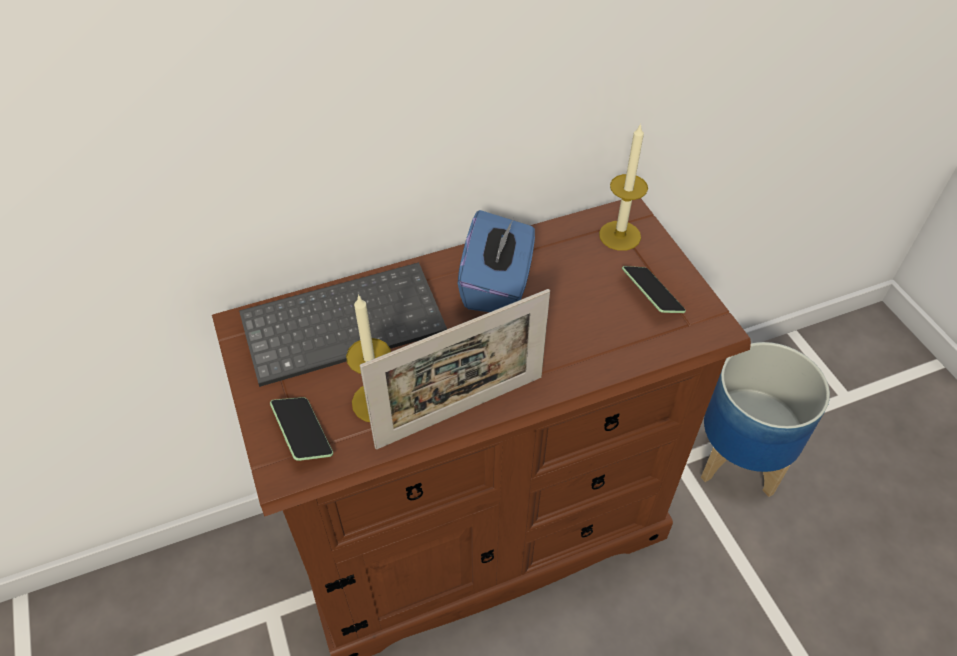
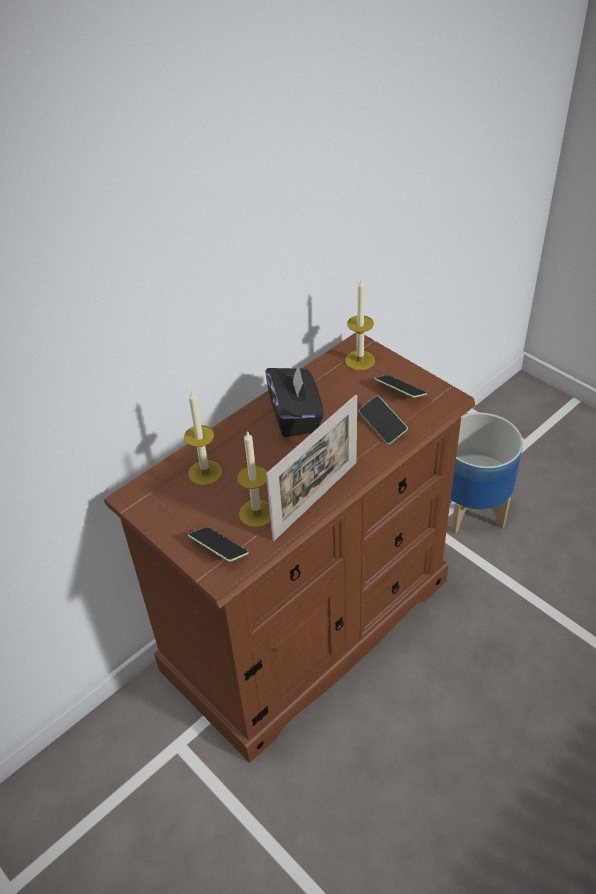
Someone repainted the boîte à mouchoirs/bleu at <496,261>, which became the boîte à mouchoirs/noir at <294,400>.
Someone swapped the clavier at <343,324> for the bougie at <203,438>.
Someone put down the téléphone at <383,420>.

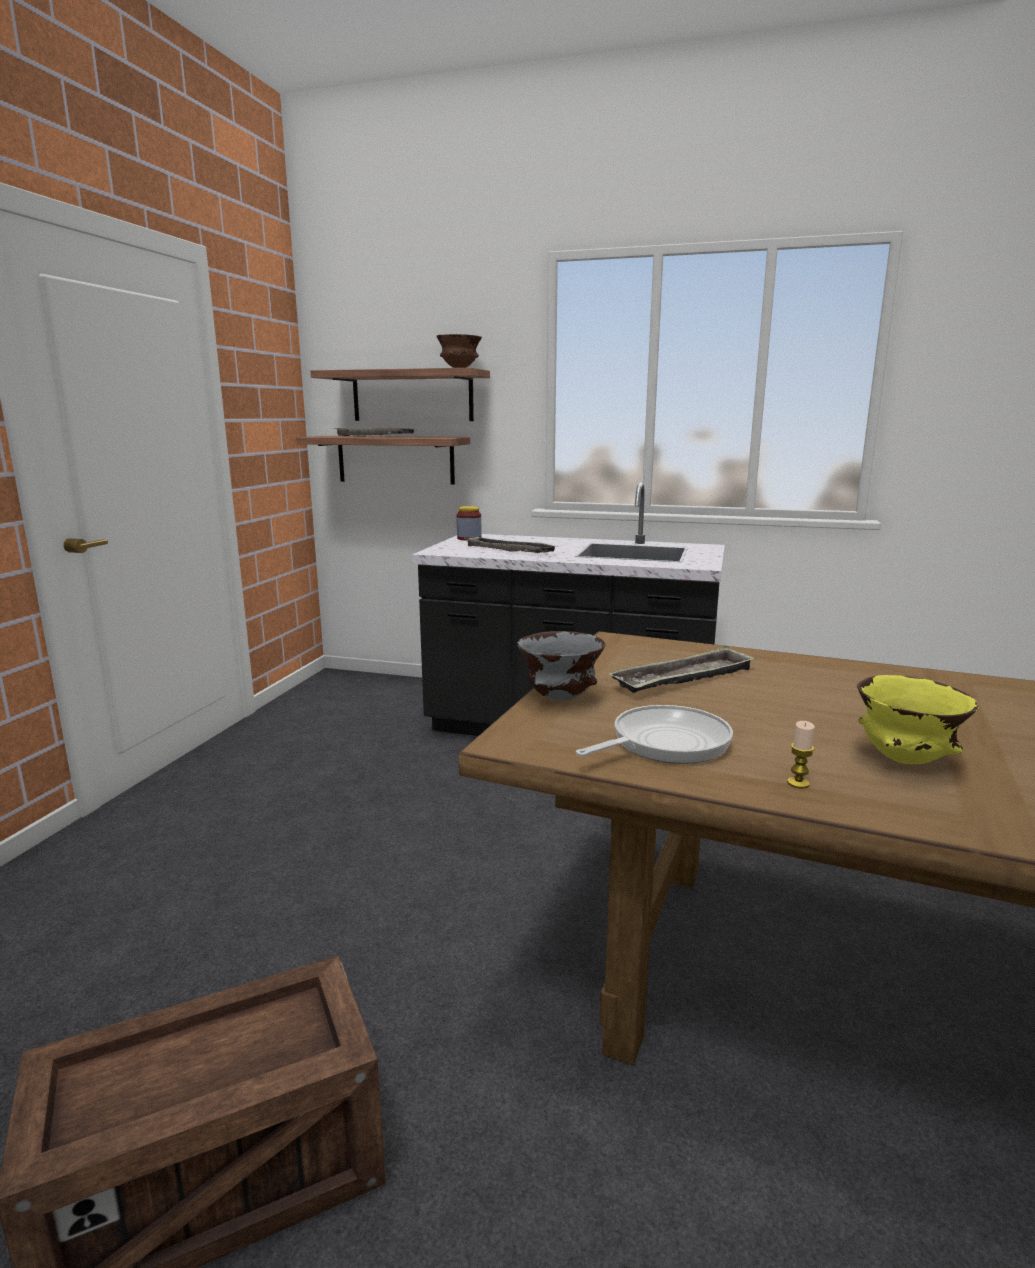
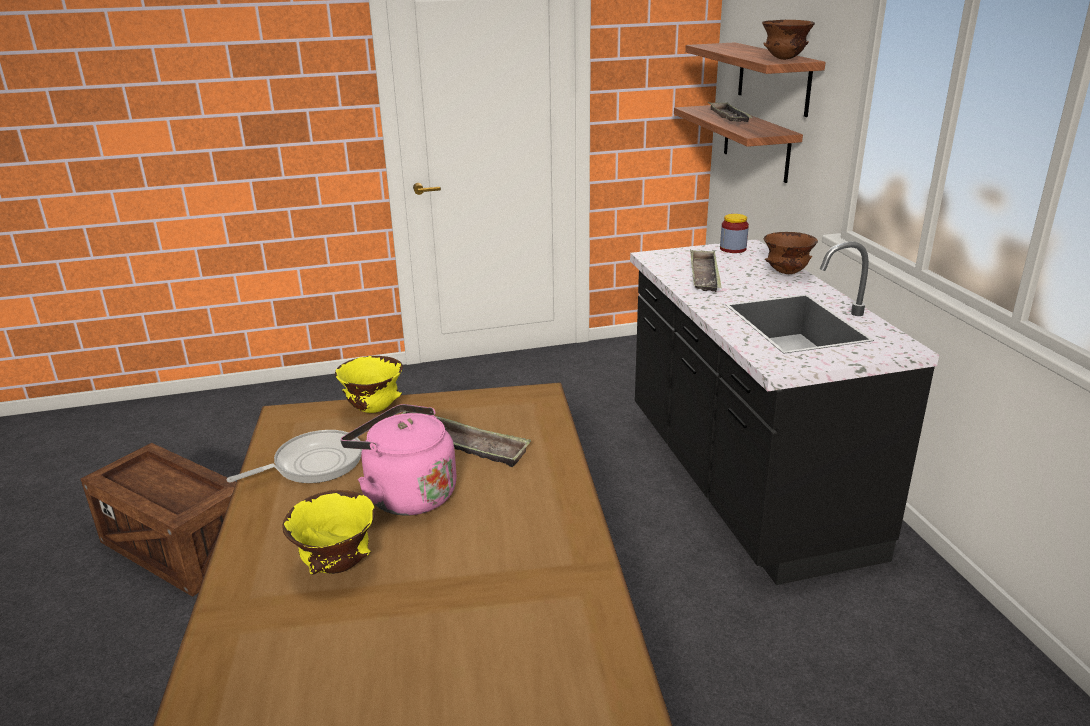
Someone repainted the bol/gris at <561,666>, which became the bol/jaune at <369,384>.
Someone rotated the poêle at <654,734> by 60 degrees counterclockwise.
Someone took away the bougie at <801,755>.
Someone put down the bol/marron at <791,253>.
Someone put down the bouilloire/rose at <399,459>.

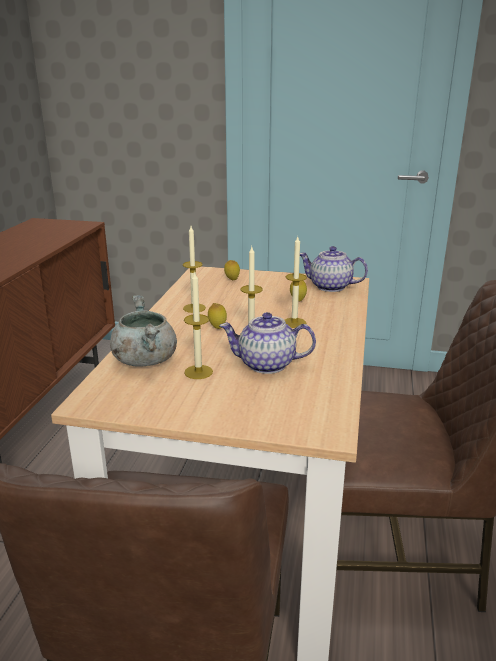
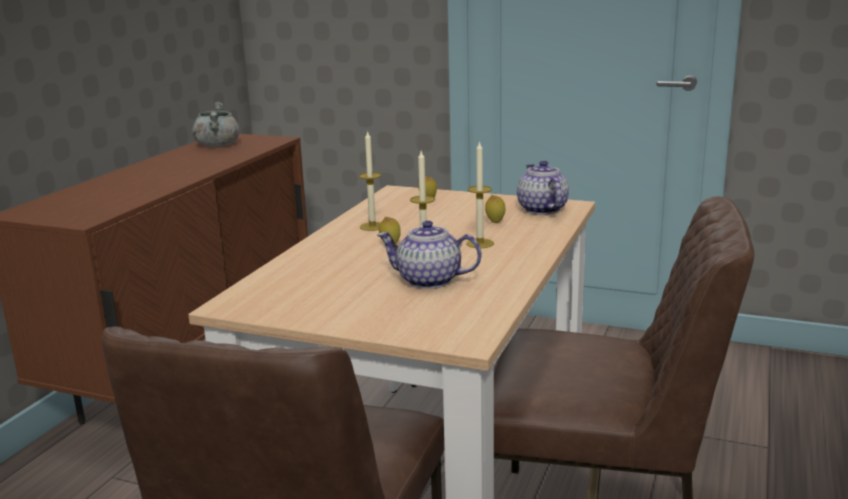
Someone rotated the théière at <334,269> by 45 degrees clockwise.
Someone took away the bougie at <198,325>.
Someone carried the marmite/gris from <143,331> to <216,124>.

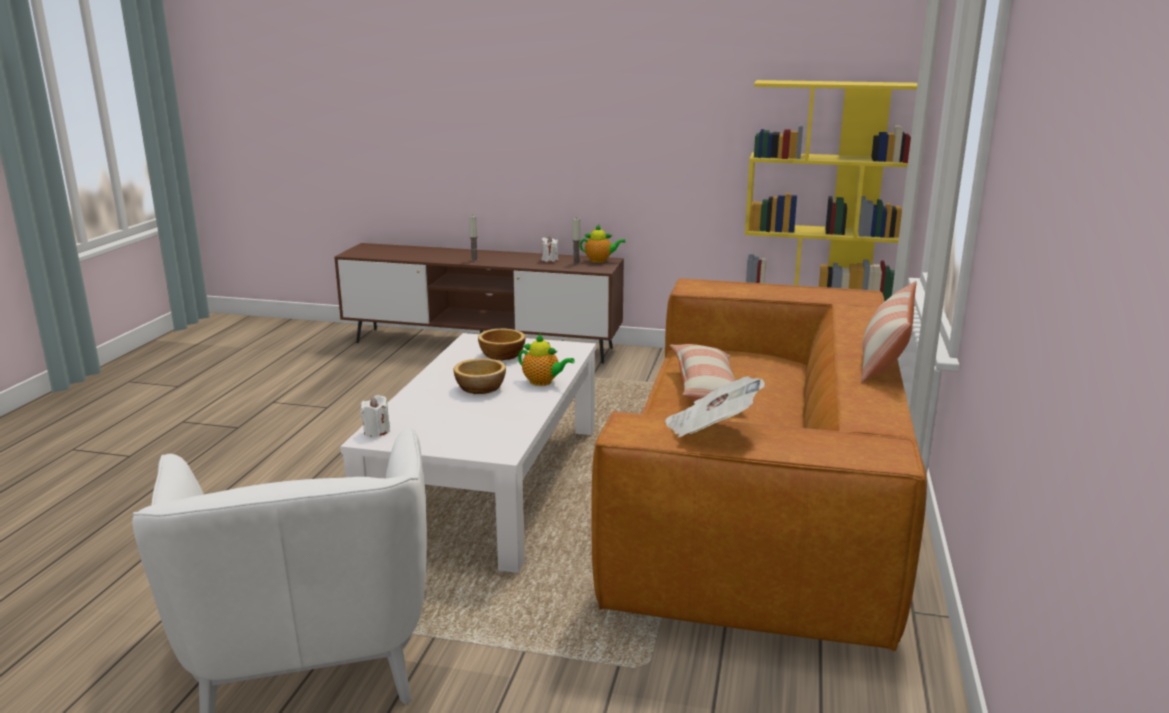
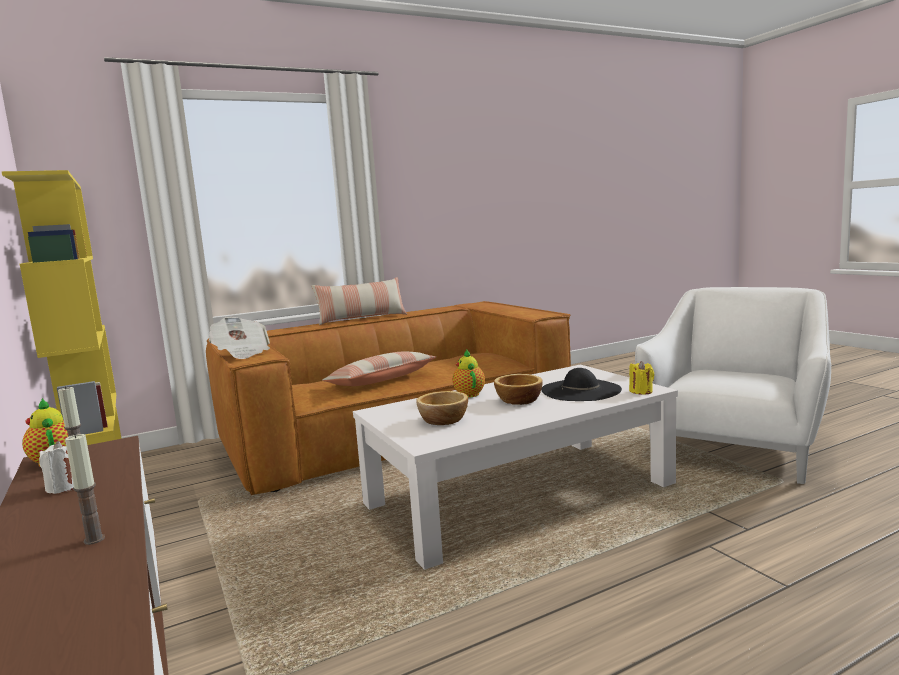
Someone carried the journal from <715,407> to <239,338>.
Someone repainted the bougie/blanc at <375,416>, which became the bougie/jaune at <641,378>.
Someone put down the chapeau/noir at <581,384>.

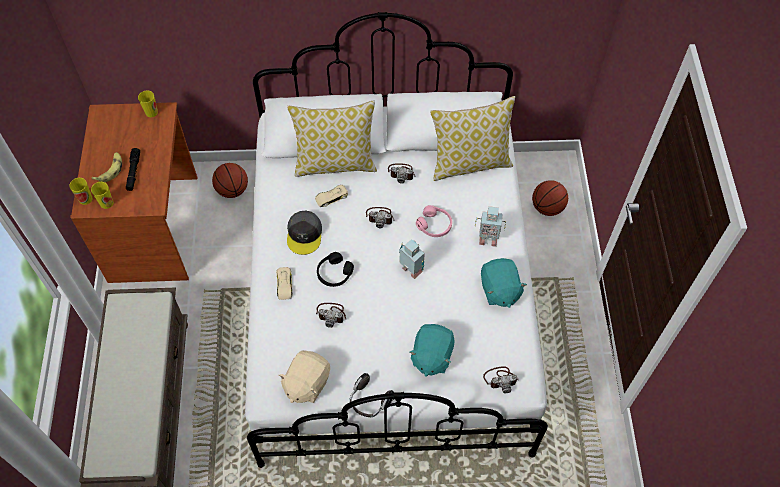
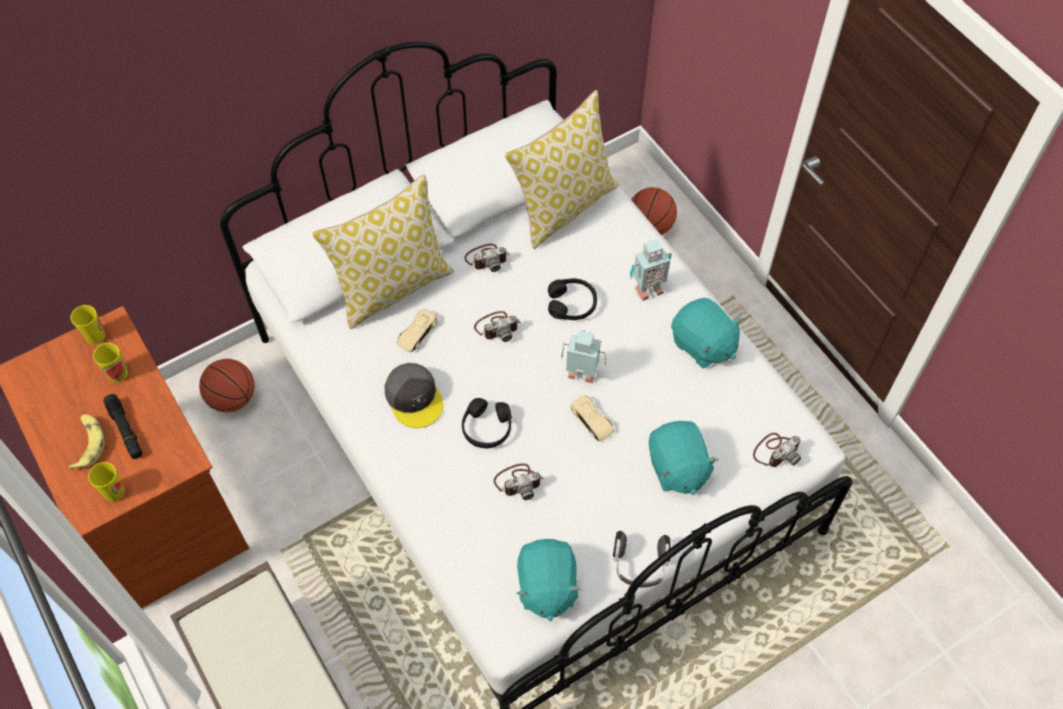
Someone carried the tasse from <80,191> to <110,363>.
Someone repainted the casque audio/rose at <434,221>, which became the casque audio/noir at <572,299>.
Someone carried the petite voiture/beige from <284,283> to <592,418>.
Someone repainted the peluche/beige at <304,376>, which became the peluche/turquoise at <549,580>.

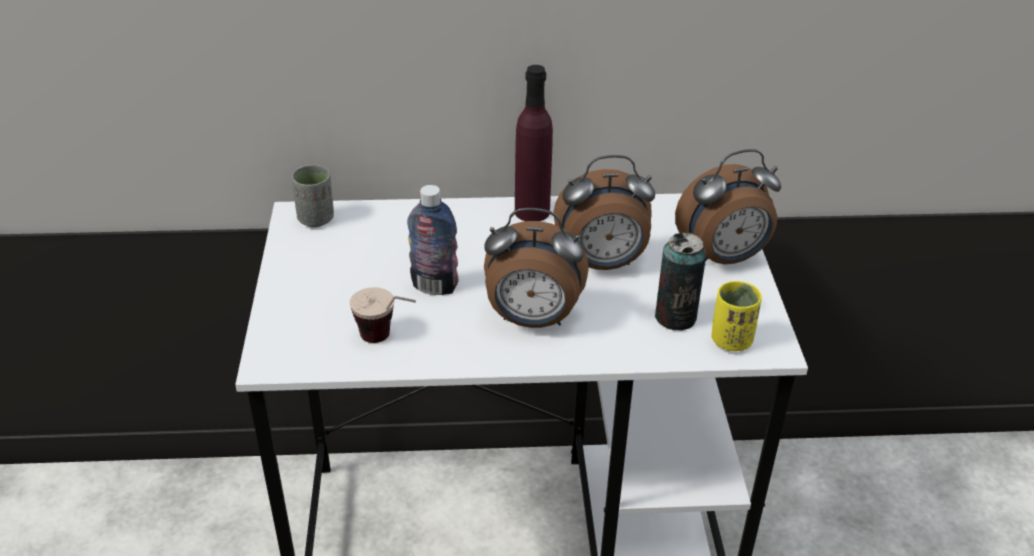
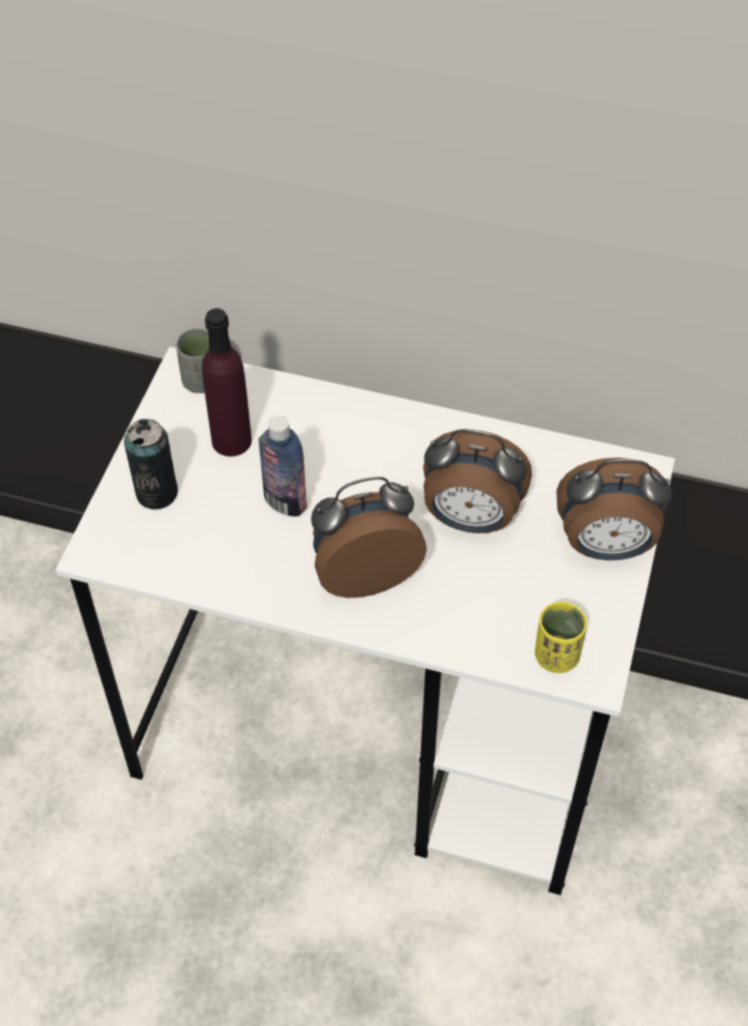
Someone carried the bouteille/violet from <534,143> to <227,382>.
Someone rotated the réveil at <536,268> by 135 degrees clockwise.
Someone carried the boîte métallique from <680,281> to <151,464>.
Someone took away the tasse at <383,315>.

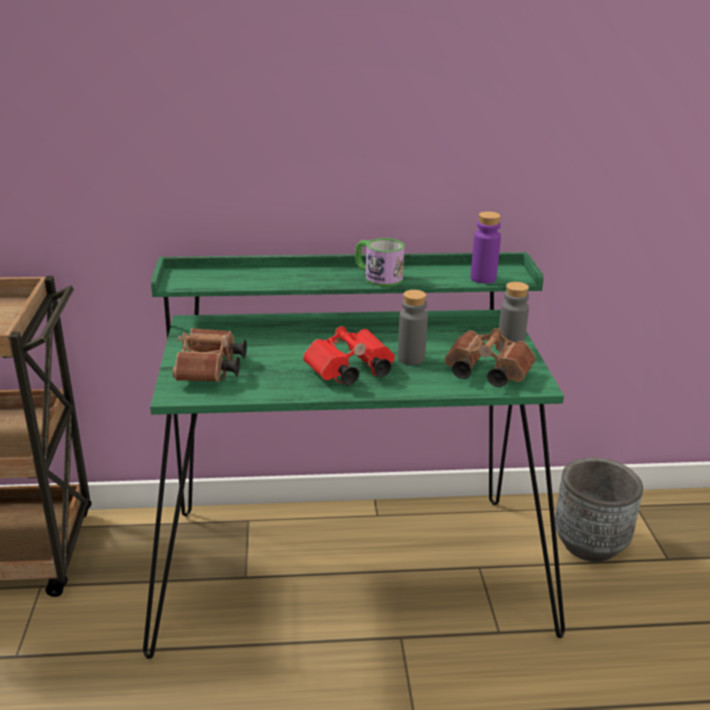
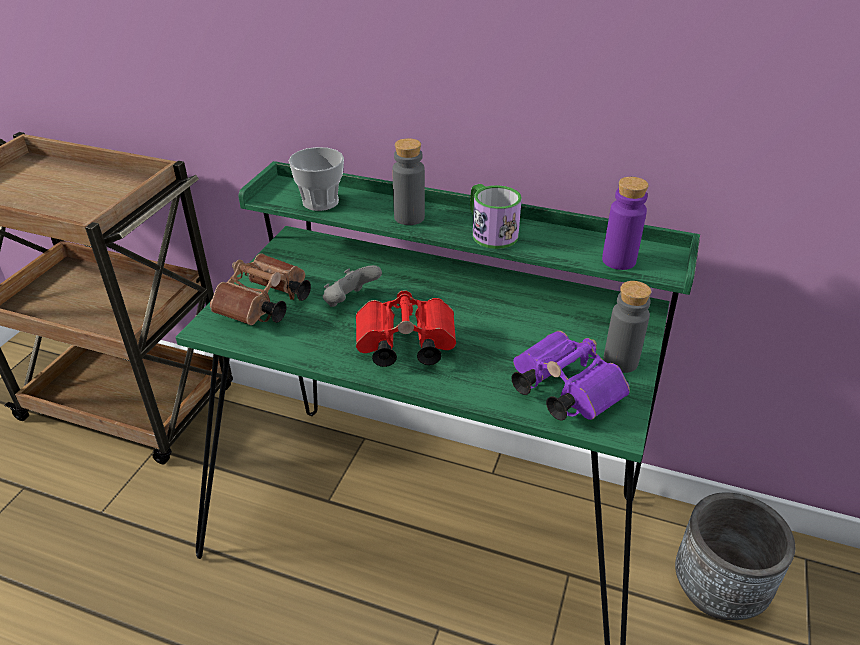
Someone carried the bouteille/gris from <413,327> to <408,181>.
Someone repainted the jumelles/marron at <490,357>, which became the jumelles/violet at <570,376>.
Someone put down the tasse at <316,179>.
Someone put down the manette/gris at <352,286>.

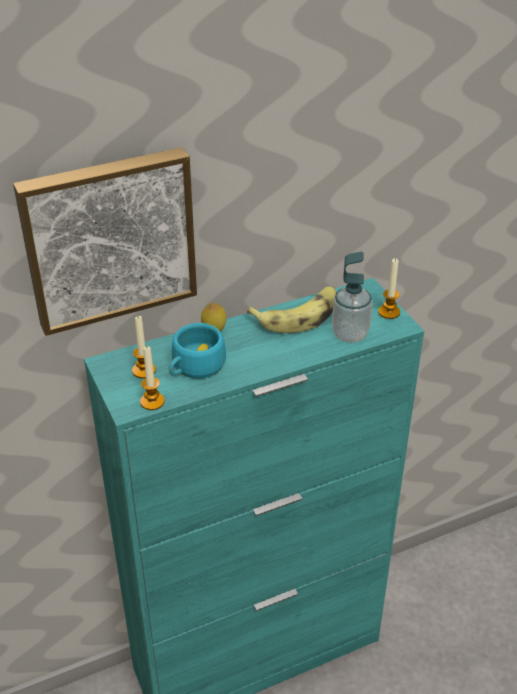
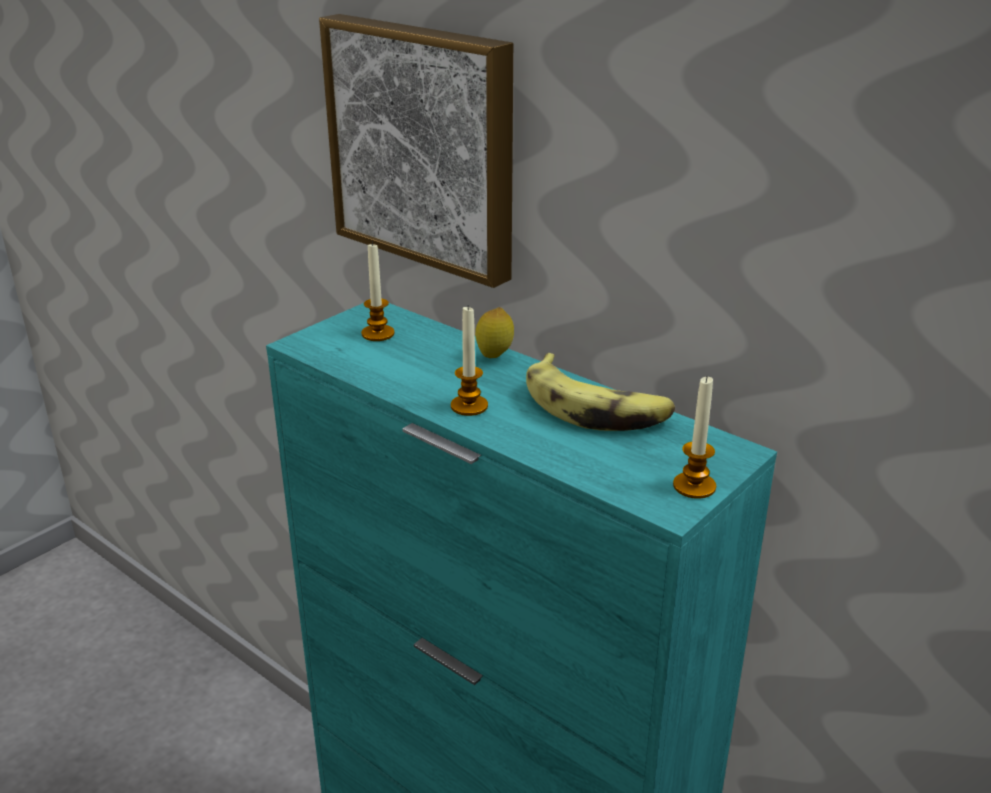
Someone took away the distributeur de savon at <352,297>.
Someone took away the tasse/turquoise at <197,351>.
Someone carried the bougie from <152,378> to <469,361>.

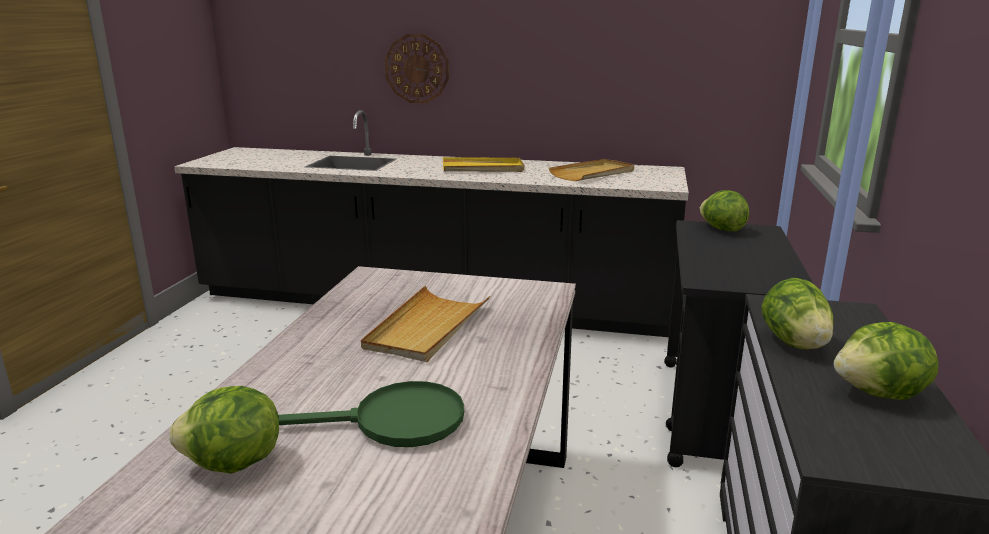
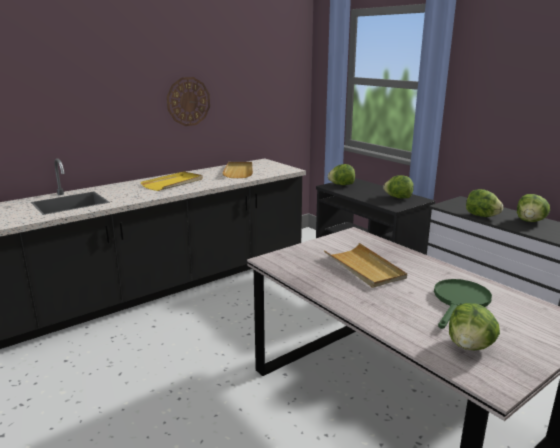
Someone carried the horloge murale from <417,68> to <188,101>.
Someone put down the laitue at <398,186>.

